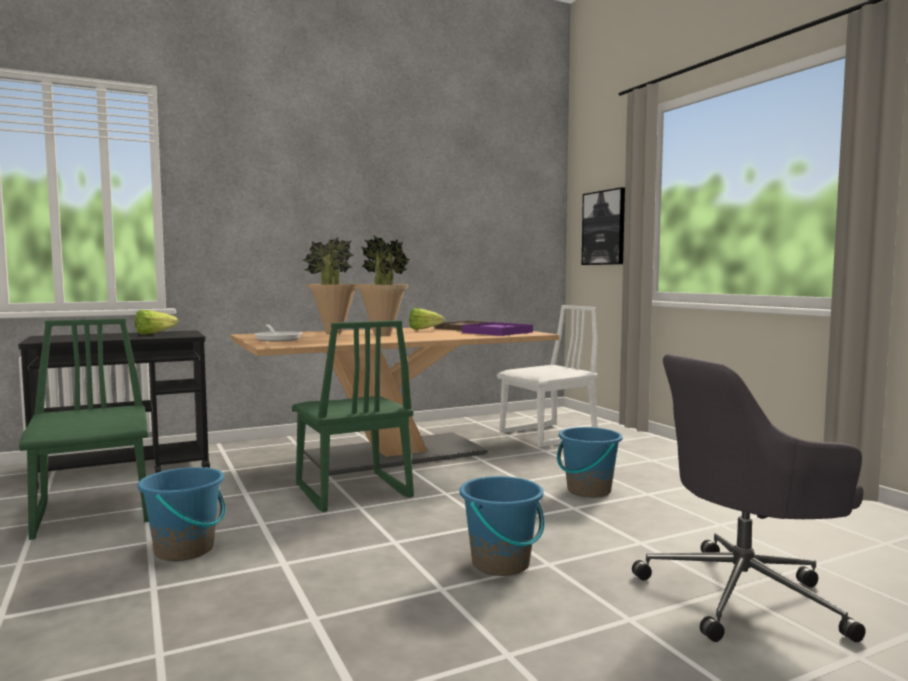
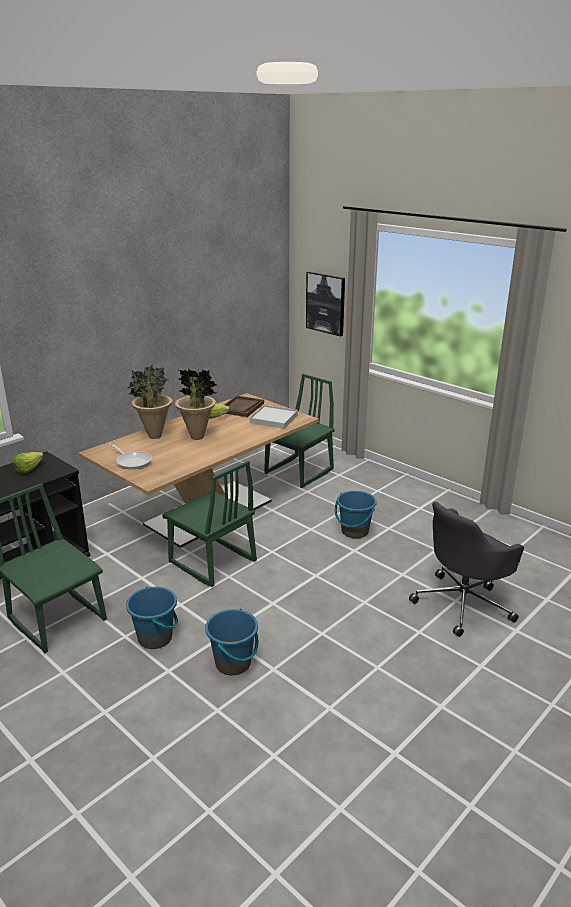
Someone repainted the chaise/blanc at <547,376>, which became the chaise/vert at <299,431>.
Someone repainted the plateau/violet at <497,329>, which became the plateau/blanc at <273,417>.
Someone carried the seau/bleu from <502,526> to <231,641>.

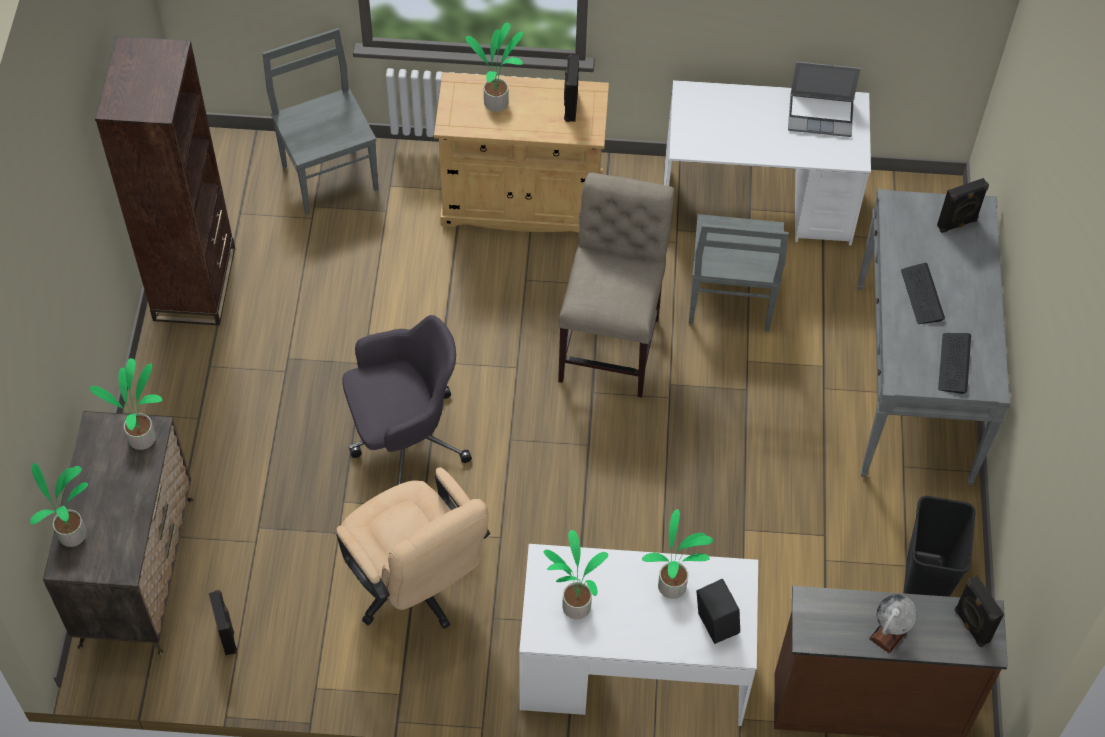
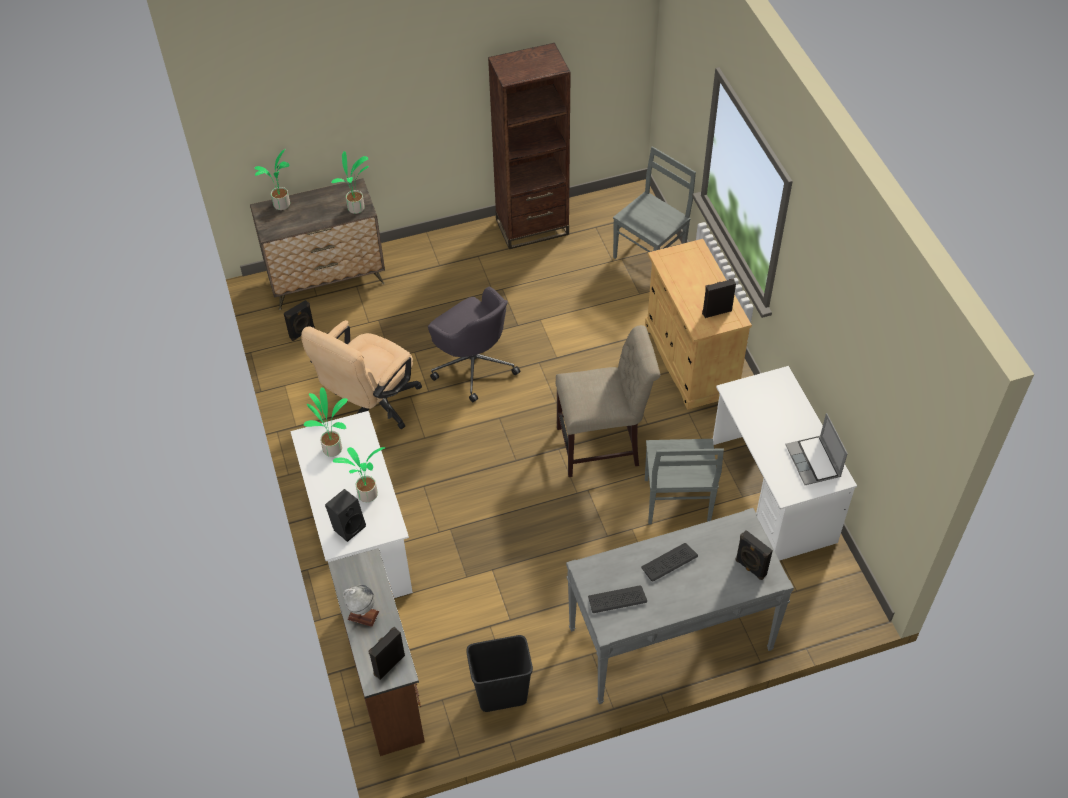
Someone took away the plante en pot at <495,67>.
Someone rotated the chaise/gris at <739,273> by 75 degrees counterclockwise.

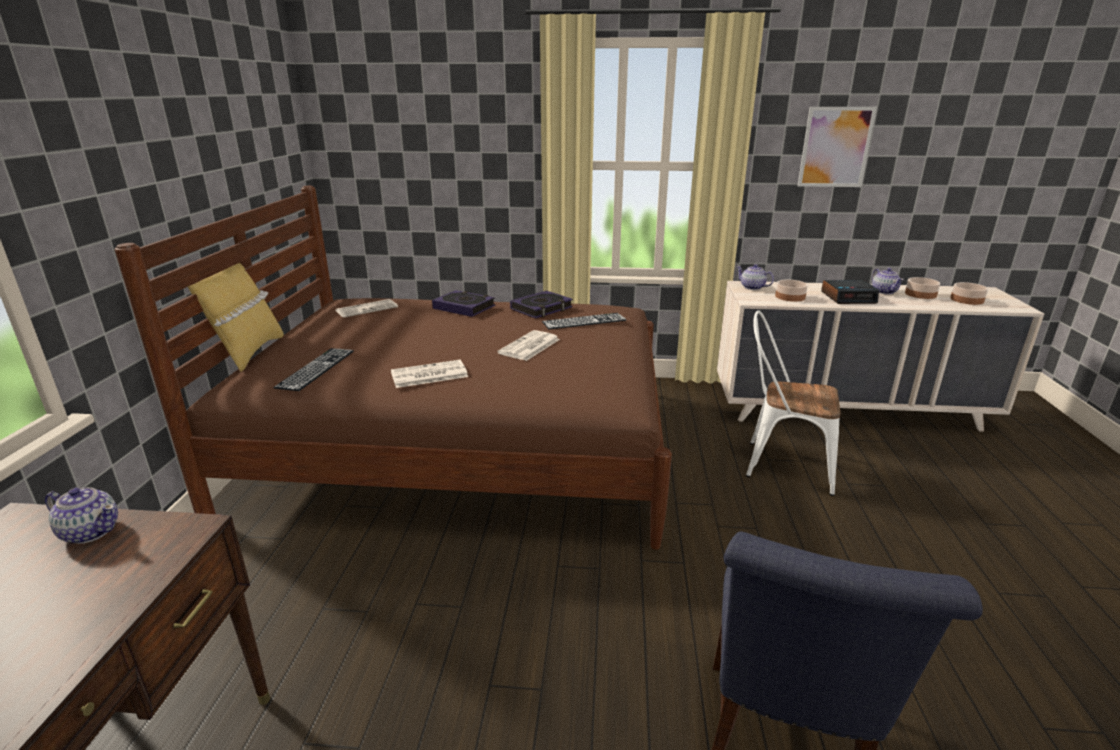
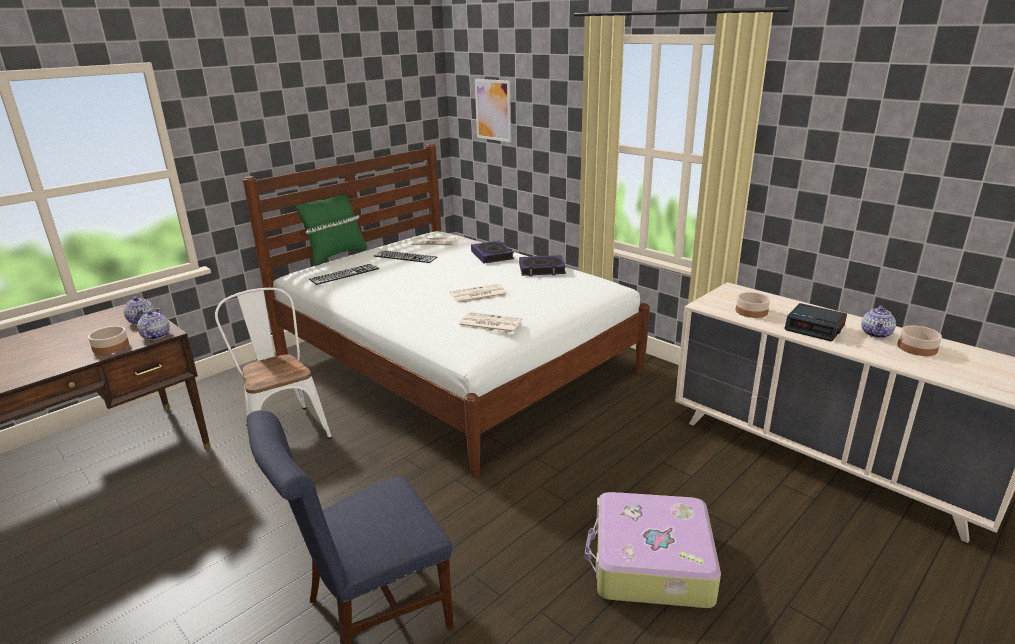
Someone carried the tableau from <837,147> to <493,110>.
Someone repainted the lit/marron at <393,368>, which became the lit/blanc at <446,310>.
Someone repainted the coussin/jaune at <236,317>, which became the coussin/vert at <331,230>.
Someone carried the théière from <755,277> to <153,324>.
Someone carried the bol from <969,293> to <108,340>.
Someone carried the chaise/blanc from <793,403> to <273,375>.
Someone carried the clavier from <584,321> to <405,256>.
Someone carried the journal from <429,374> to <490,323>.
Someone put down the valise at <653,550>.

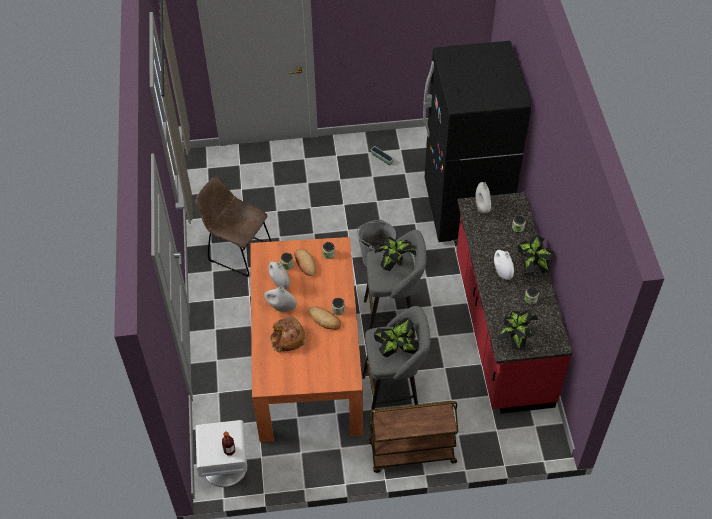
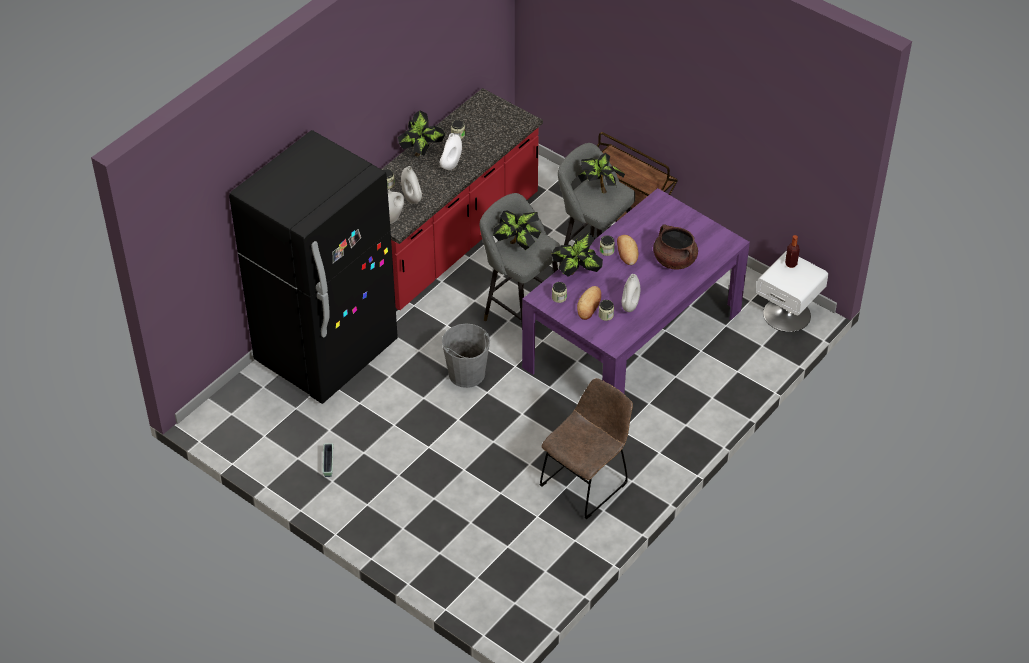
Someone rotated the chaise/marron at <233,227> by 120 degrees counterclockwise.
Someone repainted the table à manger/orange at <306,339>, which became the table à manger/violet at <636,291>.
Someone carried the vase/blanc from <280,299> to <411,185>.
Someone carried the plante en pot from <518,330> to <577,254>.
Someone swapped the pain at <287,334> for the marmite/marron at <675,246>.

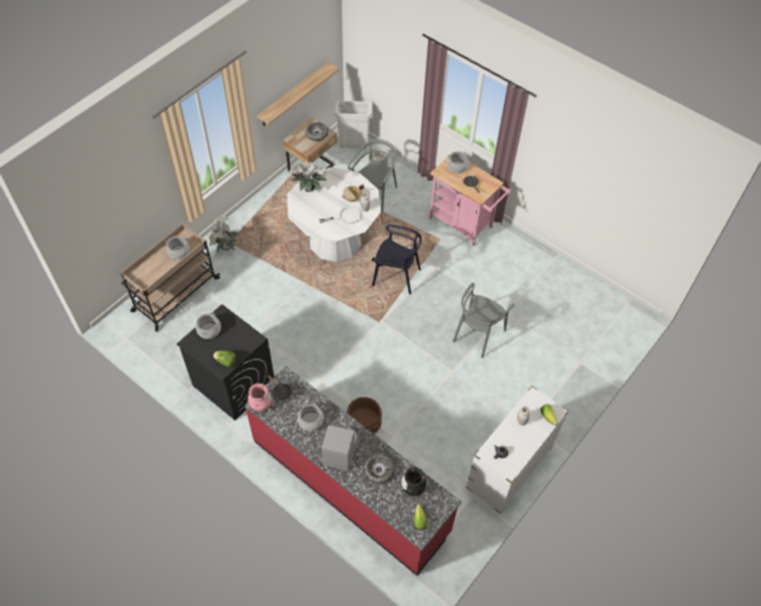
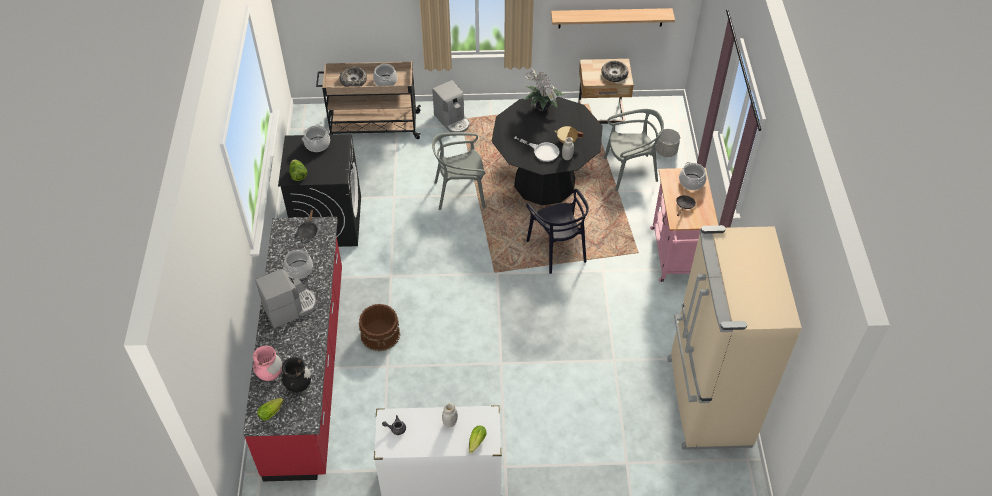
Someone took away the poubelle/blanc at <353,125>.
Someone repainted the table à manger/blanc at <334,214>, which became the table à manger/noir at <547,150>.
Someone swapped the plante en pot at <224,233> for the machine à café at <451,106>.
Someone carried the chaise/gris from <483,320> to <459,171>.
Someone carried the vase/rose from <260,397> to <267,363>.
Someone carried the bol from <379,469> to <353,77>.
Someone put down the réfrigérateur/beige at <734,337>.

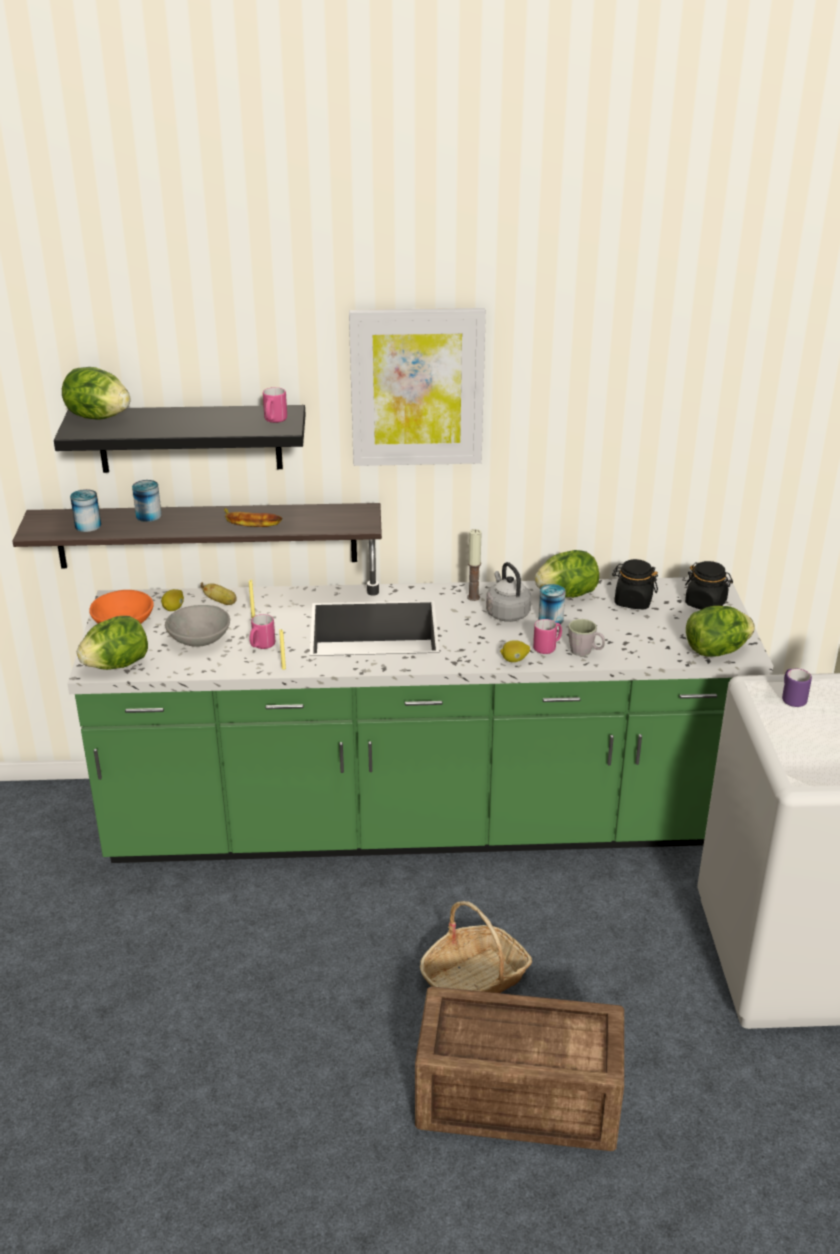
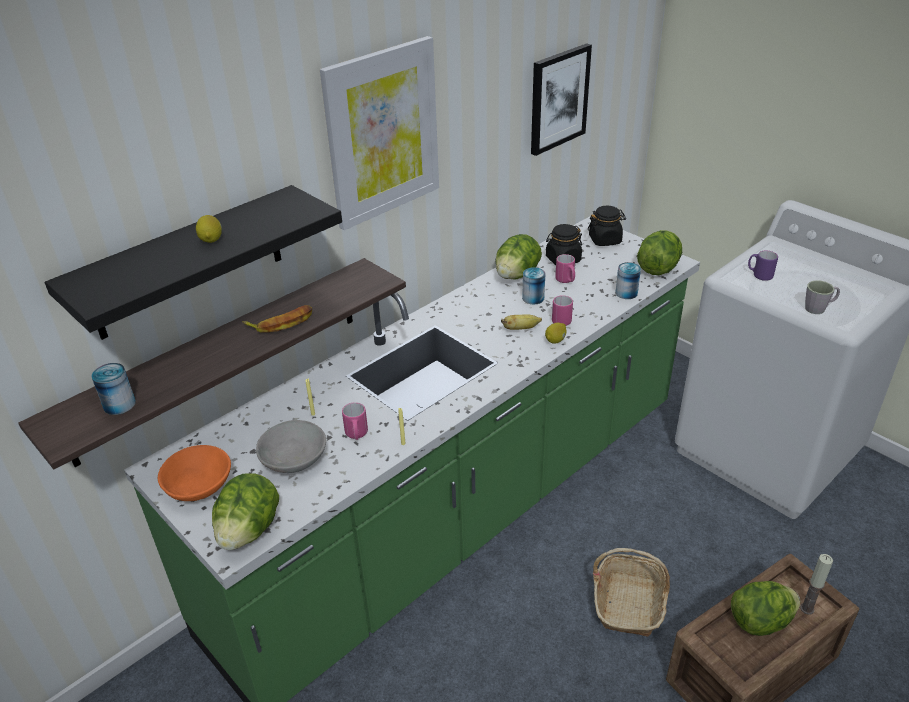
Someone carried the laitue from <96,393> to <765,608>.
Someone carried the mug/rose from <275,405> to <565,268>.
Someone carried the boîte métallique from <147,501> to <628,280>.
Someone carried the bougie from <474,565> to <816,584>.
Someone took away the bouilloire/gris at <508,592>.
Someone carried the banane from <218,593> to <521,322>.
Someone carried the citron from <172,600> to <209,229>.
Someone carried the mug/gris from <586,637> to <822,297>.
Someone put up the tableau at <561,99>.

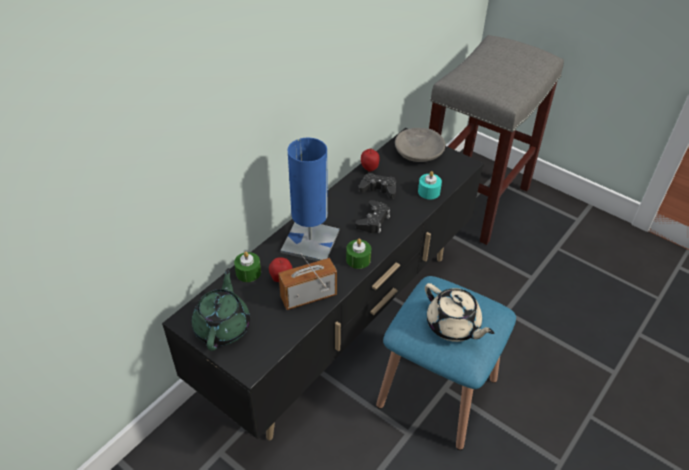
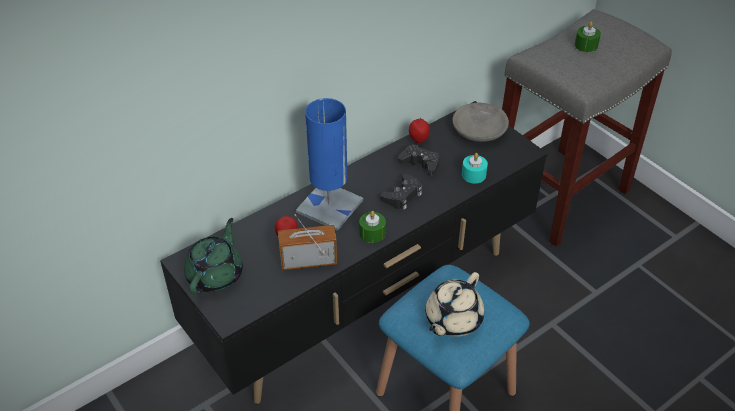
Someone carried the bougie/vert from <247,266> to <588,37>.
Someone rotated the théière/beige at <459,312> by 60 degrees clockwise.

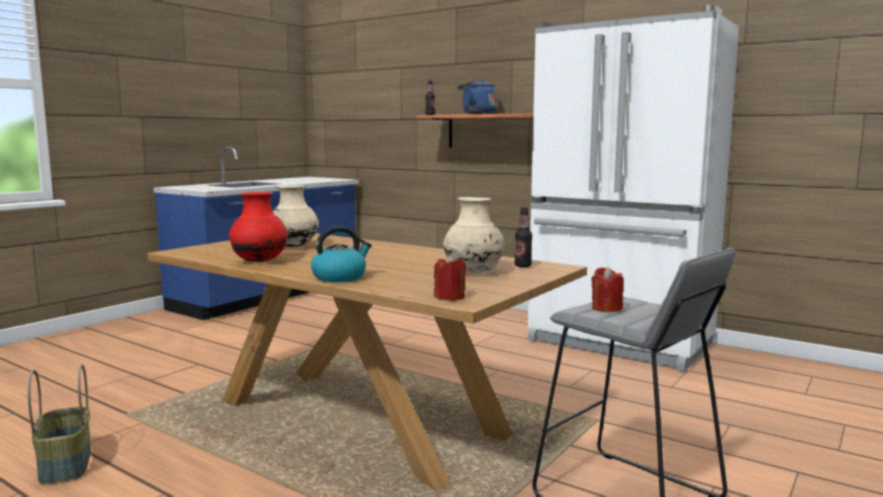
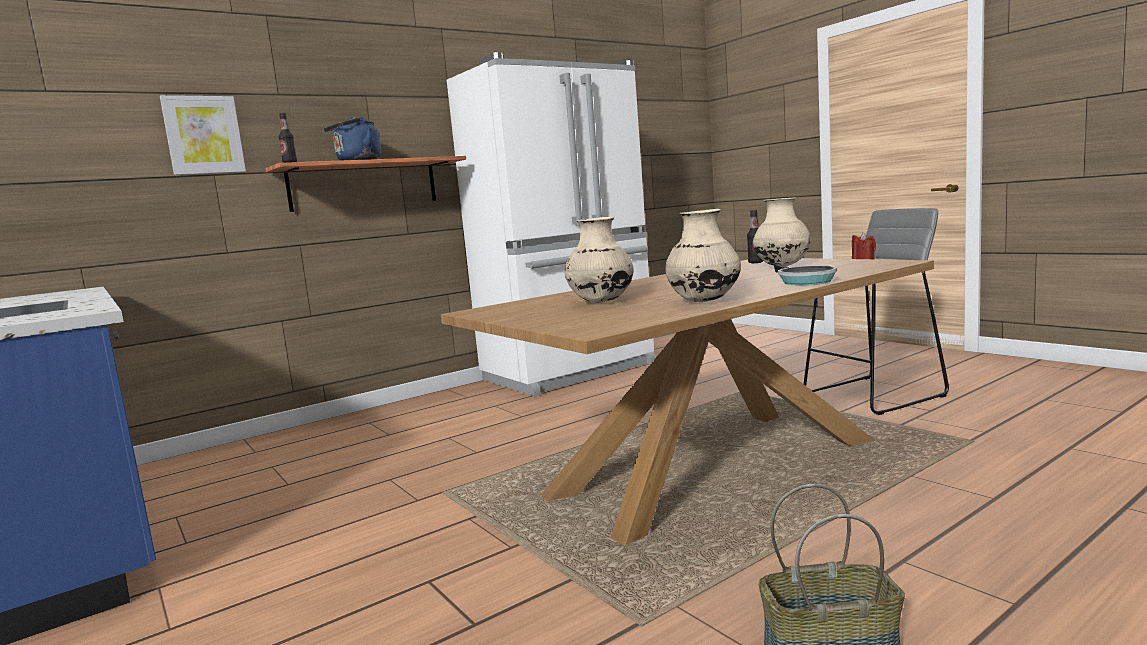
Someone repainted the vase/rouge at <258,227>, which became the vase/beige at <703,255>.
Someone swapped the bouilloire at <341,254> for the poêle at <805,274>.
Someone took away the bougie/rouge at <450,277>.
Someone put up the tableau at <203,135>.

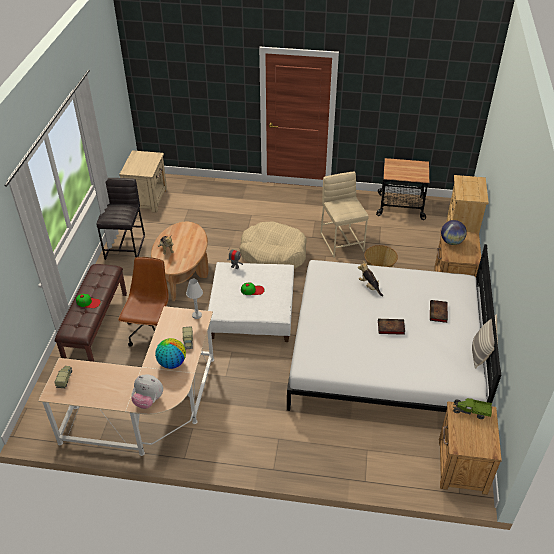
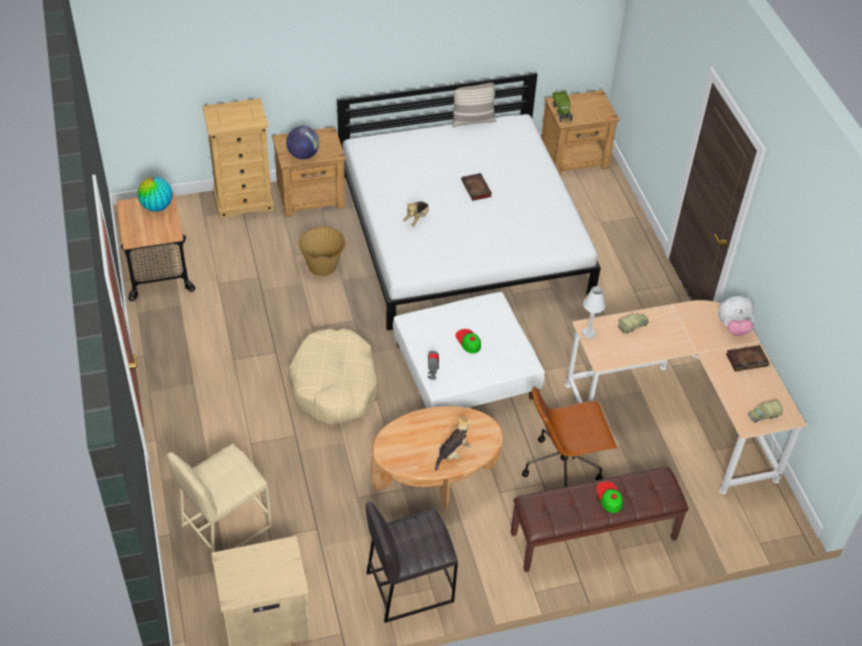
Someone carried the tabouret/beige from <344,215> to <219,504>.
Someone carried the livre from <439,311> to <747,358>.
Someone carried the globe from <170,353> to <155,194>.
Someone rotated the peluche at <147,391> by 90 degrees clockwise.

